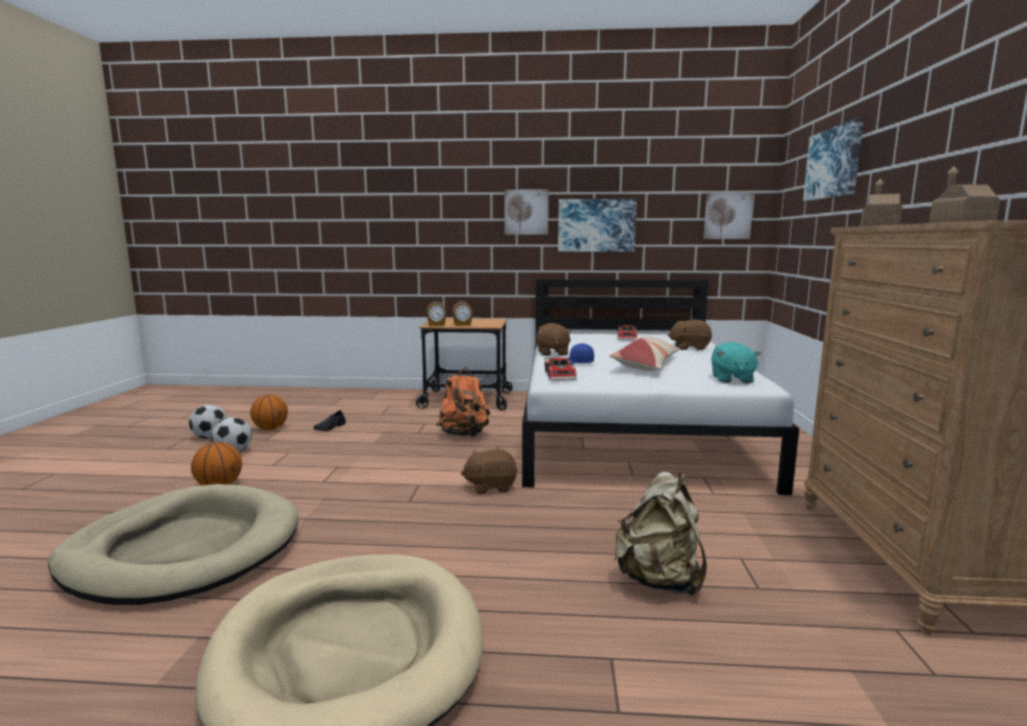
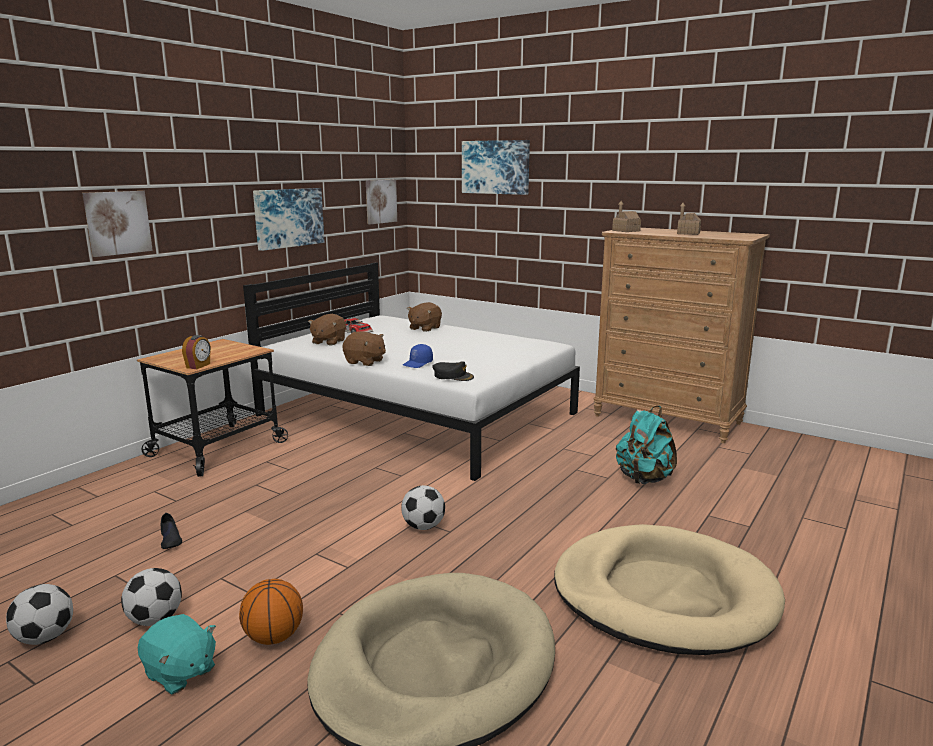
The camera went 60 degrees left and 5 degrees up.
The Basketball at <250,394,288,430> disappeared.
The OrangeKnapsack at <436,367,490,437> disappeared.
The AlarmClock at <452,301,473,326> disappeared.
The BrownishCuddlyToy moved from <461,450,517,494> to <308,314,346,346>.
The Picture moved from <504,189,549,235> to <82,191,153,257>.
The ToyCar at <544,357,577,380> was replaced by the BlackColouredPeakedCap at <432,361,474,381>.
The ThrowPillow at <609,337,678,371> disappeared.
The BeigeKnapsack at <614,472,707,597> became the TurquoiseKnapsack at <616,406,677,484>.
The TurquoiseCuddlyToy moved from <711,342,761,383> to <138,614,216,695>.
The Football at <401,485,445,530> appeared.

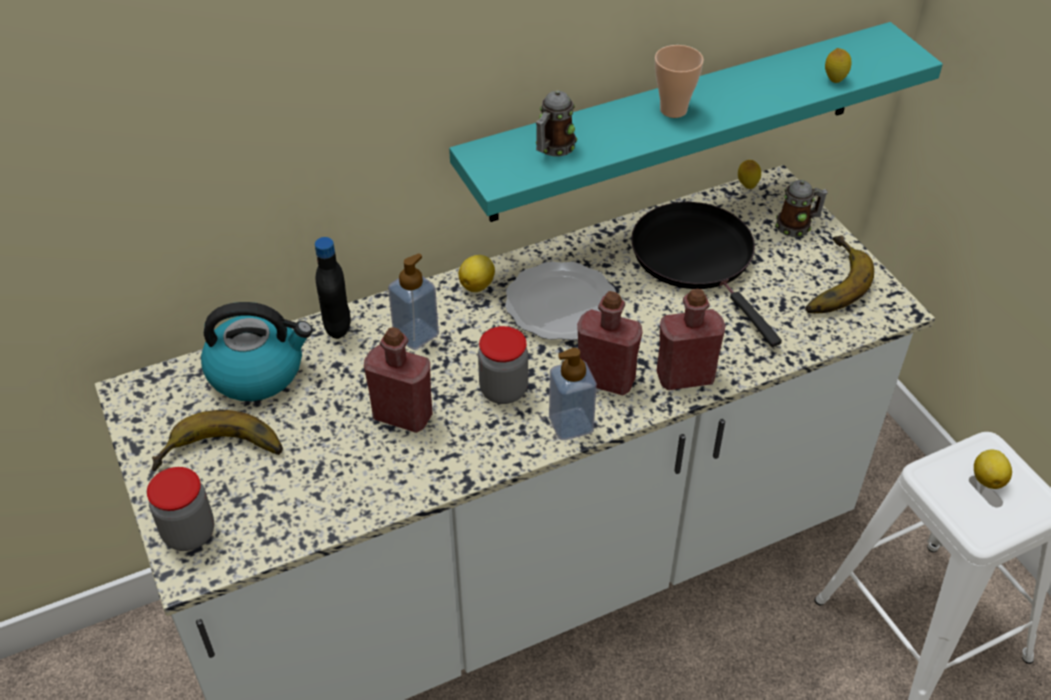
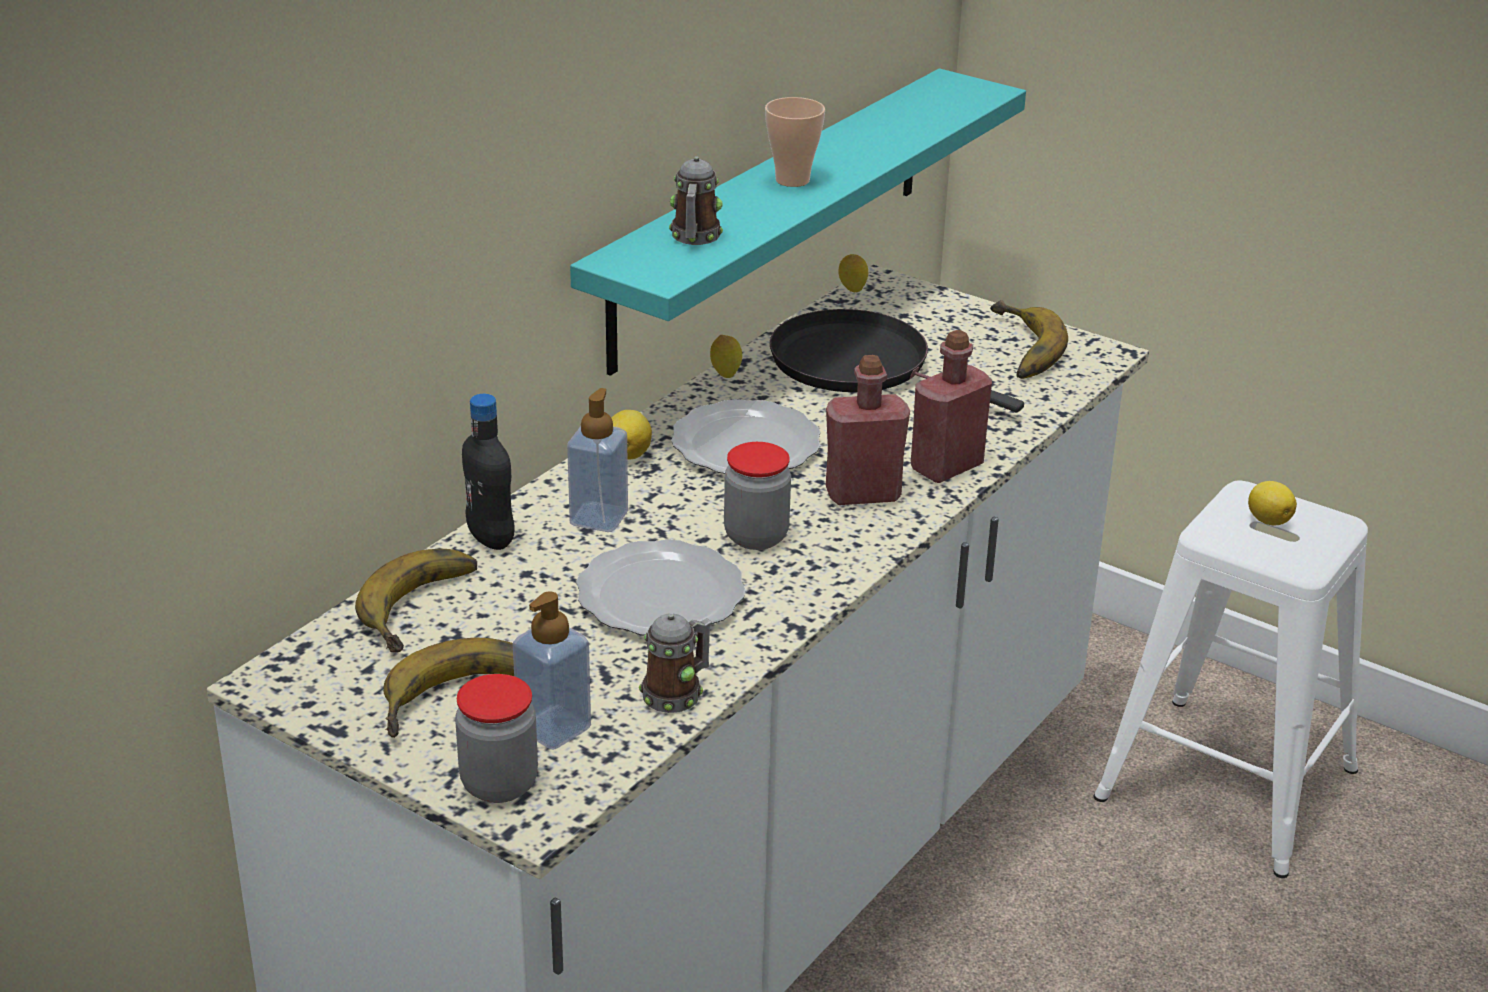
The camera went 30 degrees left and 15 degrees down.
The TeaKettle at <201,302,313,401> was replaced by the WholeBanana at <355,549,477,653>.
The RedBeverageBottle at <364,327,433,433> was replaced by the DinnerPlate at <576,539,746,635>.
The SoapBottle moved from <549,348,597,440> to <513,591,591,750>.
The TeaMug moved from <776,180,828,237> to <639,613,711,713>.
The CitrusFruit moved from <825,48,851,83> to <710,335,742,378>.

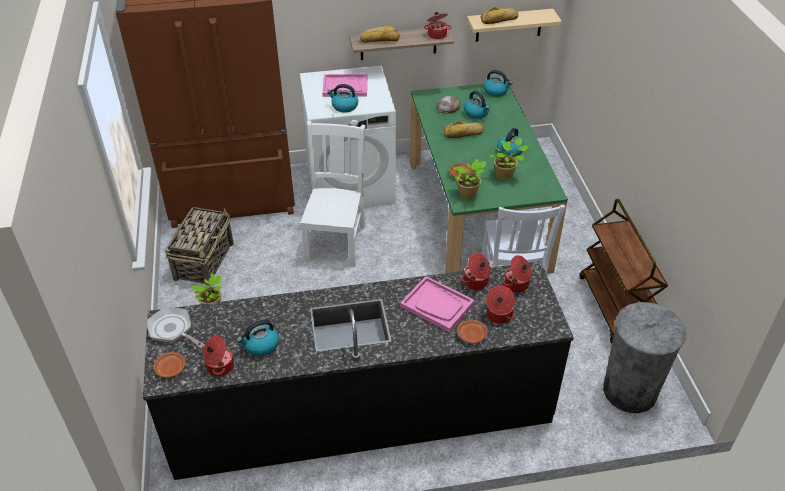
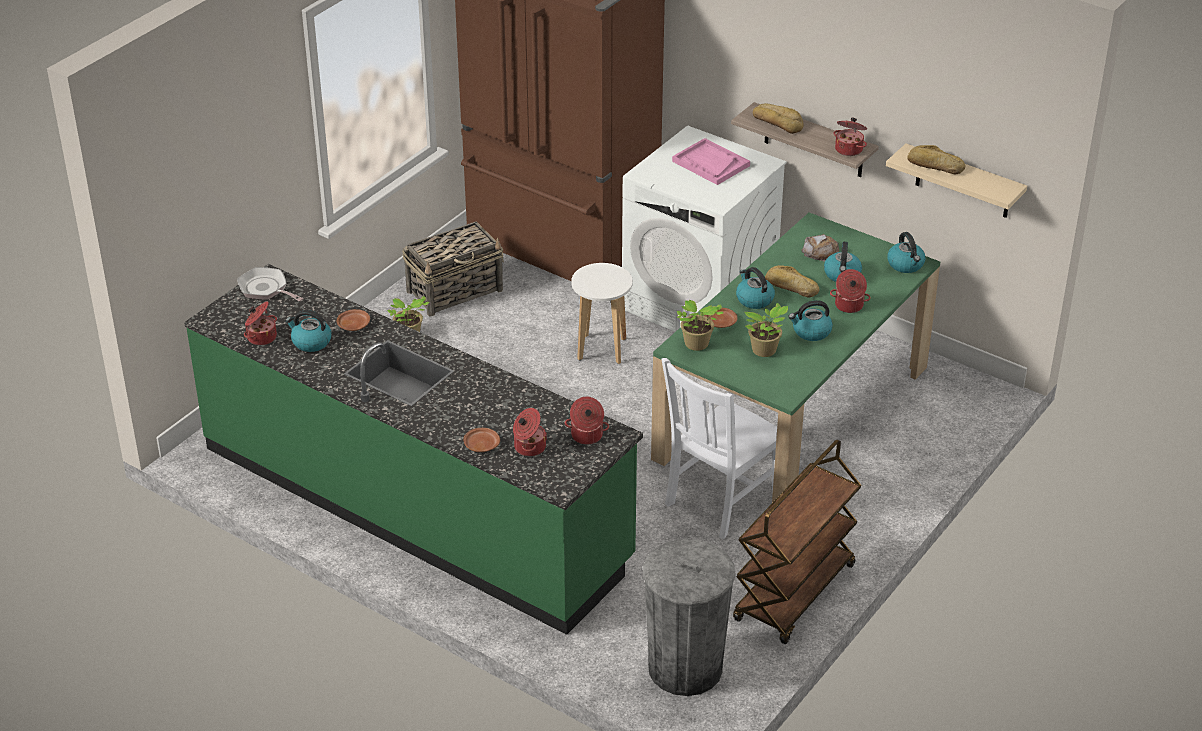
The camera went 45 degrees right and 5 degrees down.
The BlackColouredCounter at <143,261,574,480> became the GreenishCounter at <184,264,643,635>.
The Skillet at <147,307,205,348> turned 45 degrees counterclockwise.
The BrownishDinnerPlate moved from <153,352,185,377> to <337,309,370,331>.
The WhitishChair at <301,120,365,267> was replaced by the WhitishStoolSeat at <571,263,633,364>.
The TeaKettle moved from <327,84,358,113> to <736,267,775,309>.
The PinkColouredTray at <400,276,474,332> disappeared.
The CookingPot moved from <461,253,492,290> to <830,269,870,313>.

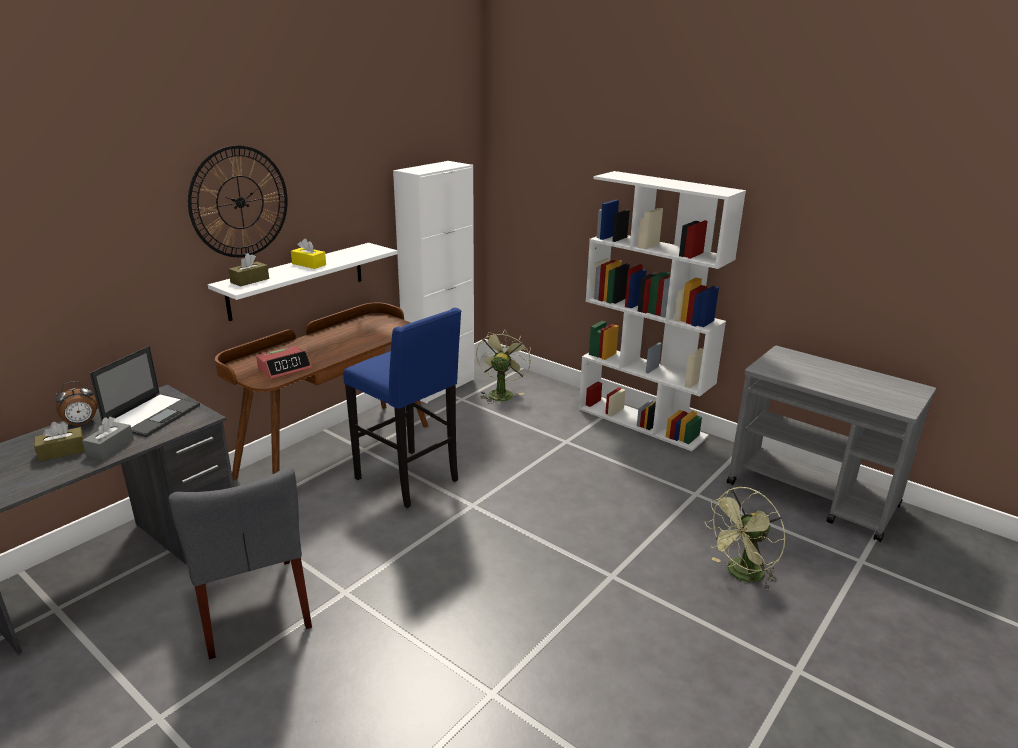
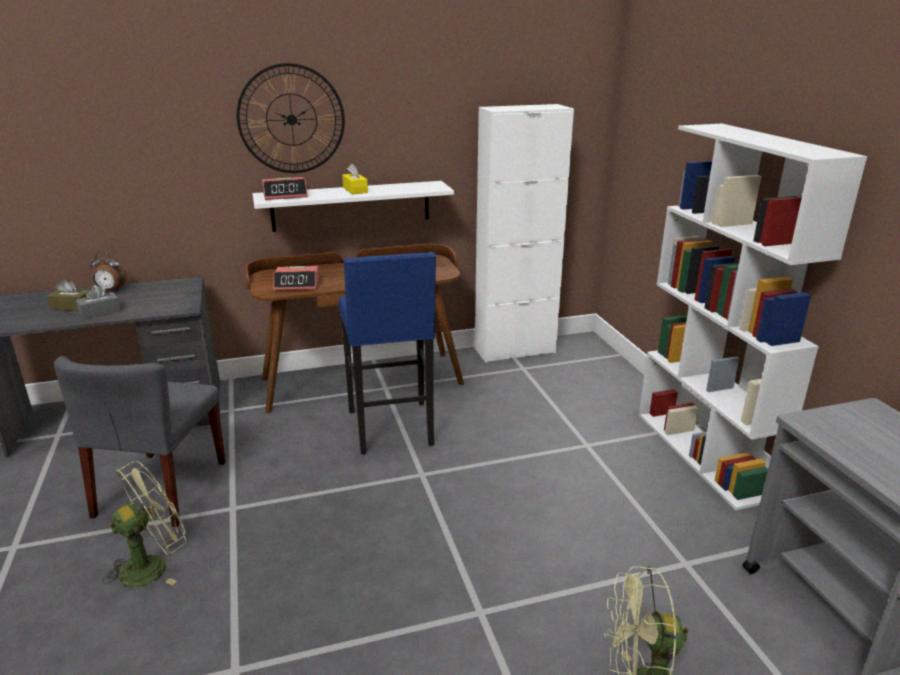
The camera went 35 degrees right and 0 degrees up.
The PortableComputer at <90,346,200,437> disappeared.
The BrownishTissueBox at <228,253,269,287> was replaced by the AlarmClock at <262,177,308,200>.
The GreenishCoolingFan moved from <476,332,531,404> to <102,461,186,588>.

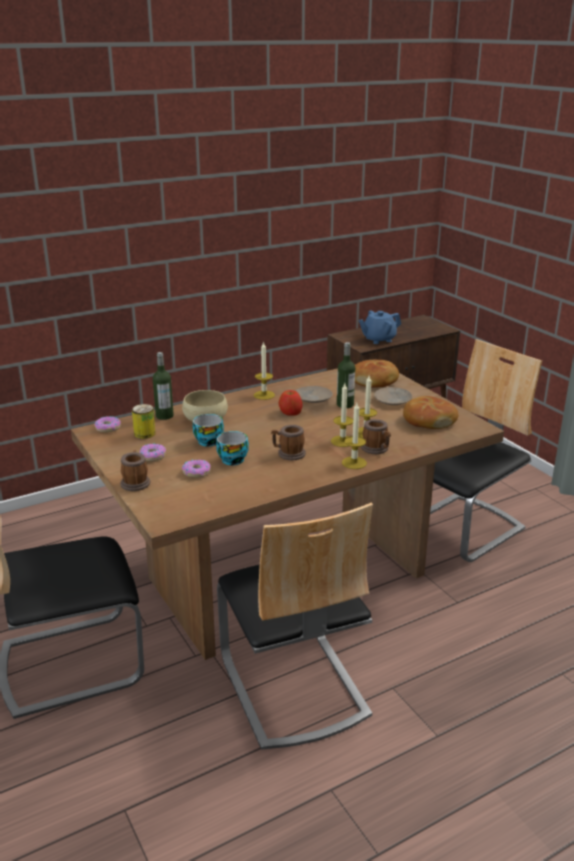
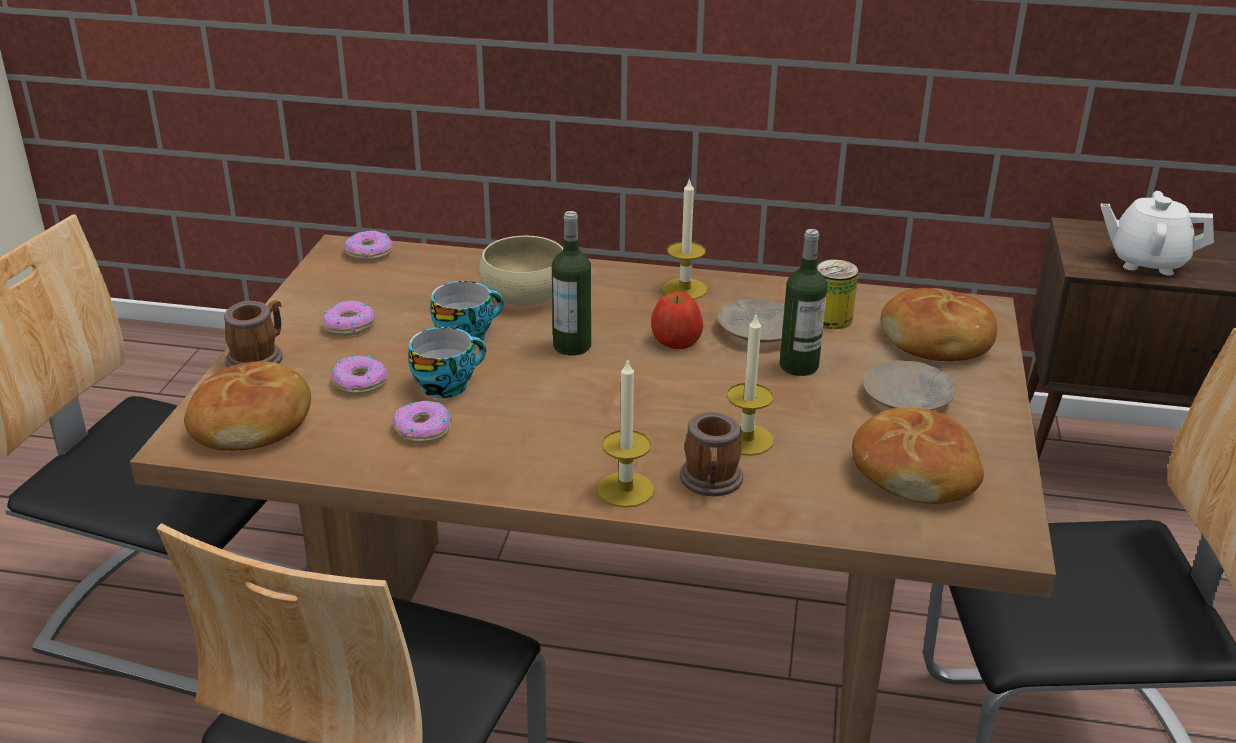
The camera went 40 degrees right and 5 degrees up.
The SealedCan moved from <132,404,156,439> to <817,259,858,329>.
The BeverageBottle moved from <153,352,174,420> to <552,211,591,355>.
The TeaMug at <271,425,306,460> disappeared.
The WaxLight at <331,383,353,447> disappeared.
The BluePotForTea at <359,310,401,344> became the WhitishPotForTea at <1101,191,1214,275>.
The BakeryBread at <184,361,311,451> appeared.
The Doughnut at <392,401,452,443> appeared.

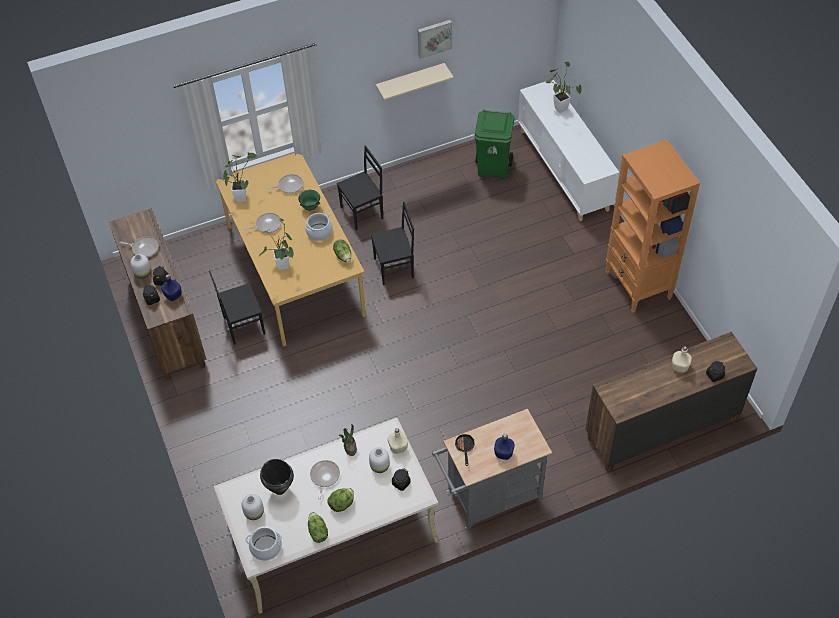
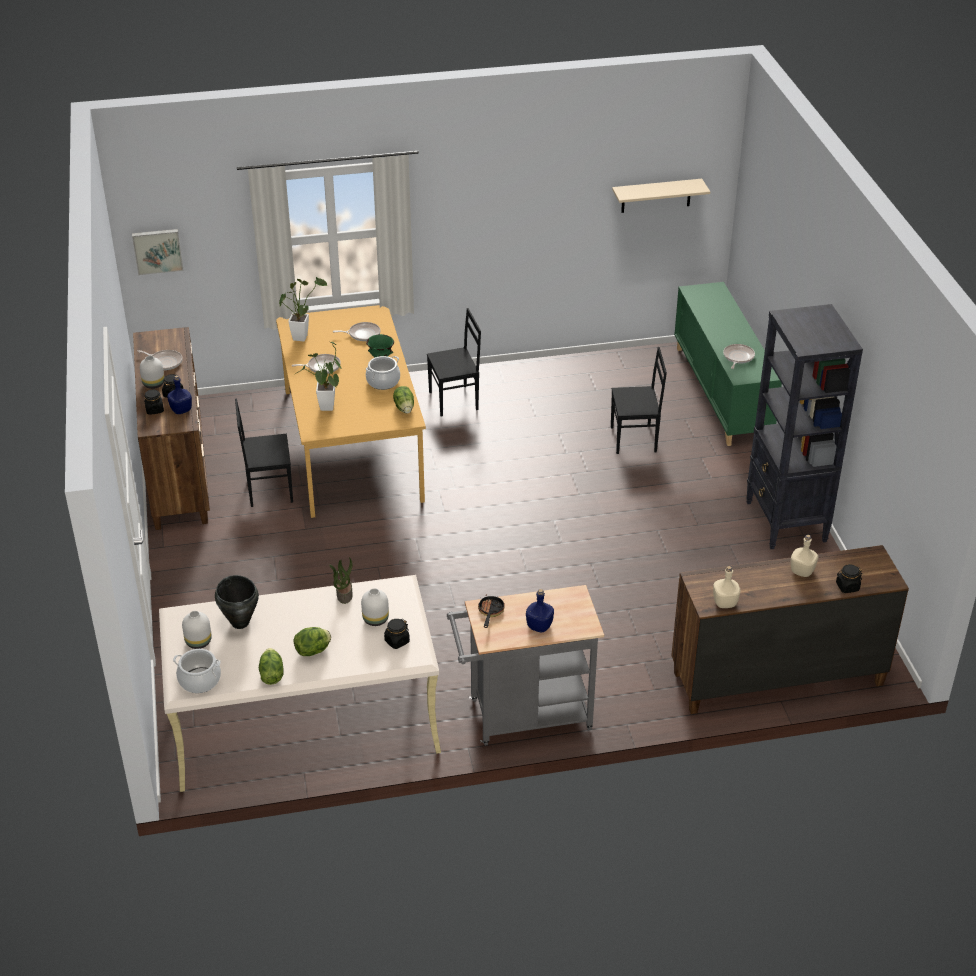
The camera went 10 degrees right and 15 degrees down.
The Skillet moved from <310,460,340,500> to <723,344,755,369>.
The BlackColouredChair moved from <371,202,414,285> to <611,347,667,454>.
The BeigeBracketShelf moved from <376,63,454,100> to <612,179,710,213>.
The BeigeBeverageBottle moved from <388,428,408,454> to <713,566,740,608>.
The Picture moved from <418,20,452,59> to <132,229,183,275>.
The GreenishTrashCan at <474,110,515,179> disappeared.
The WhitishCabinet at <518,79,619,221> became the GreenishCabinet at <674,282,782,446>.
The PottedPlant at <546,61,582,113> disappeared.
The OrangeBookshelf at <605,140,700,313> became the BlackColouredBookshelf at <746,304,863,549>.

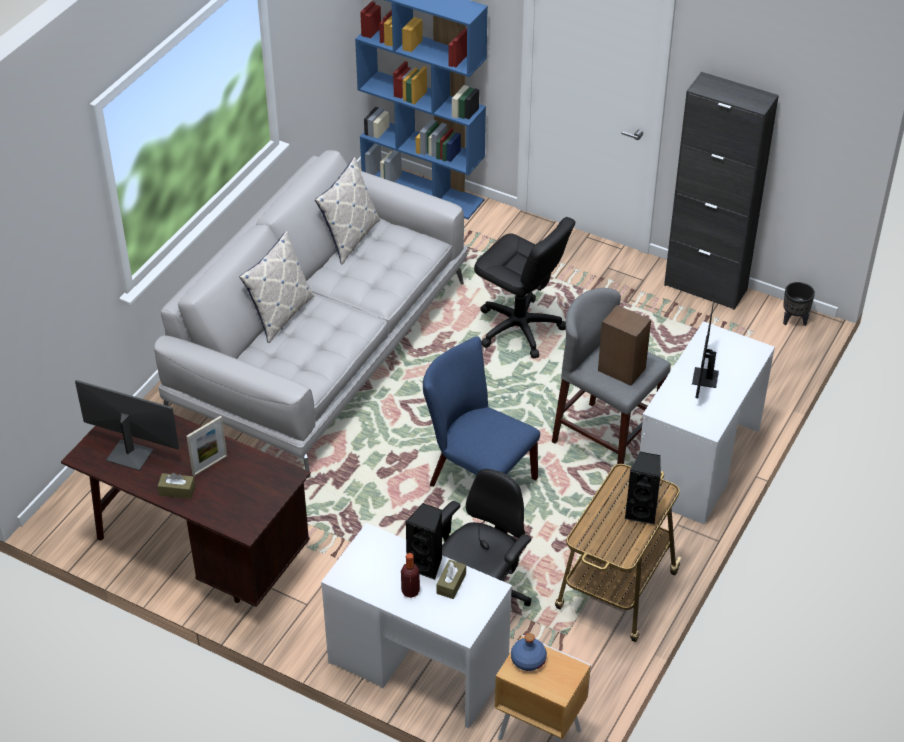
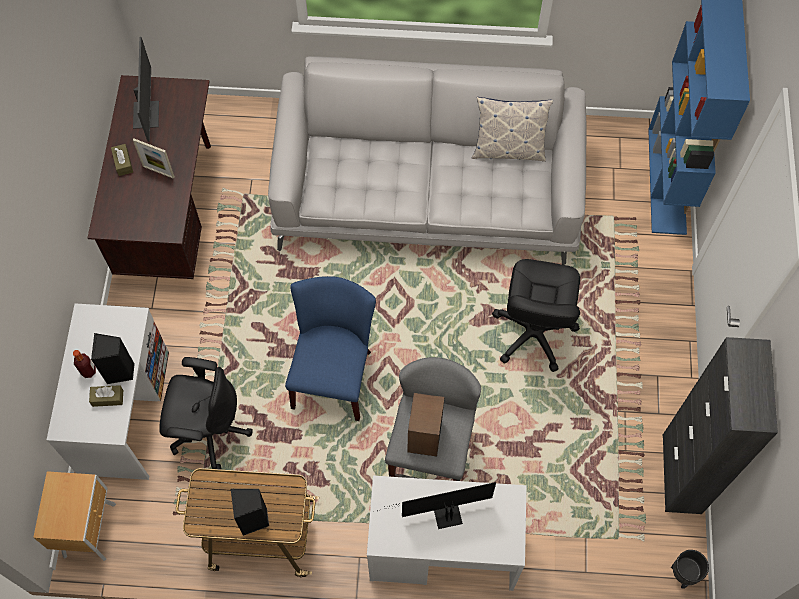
The camera went 65 degrees right and 20 degrees up.
The ThrowPillow at <239,231,314,343> disappeared.
The BlueBeverageBottle at <511,633,547,671> disappeared.

